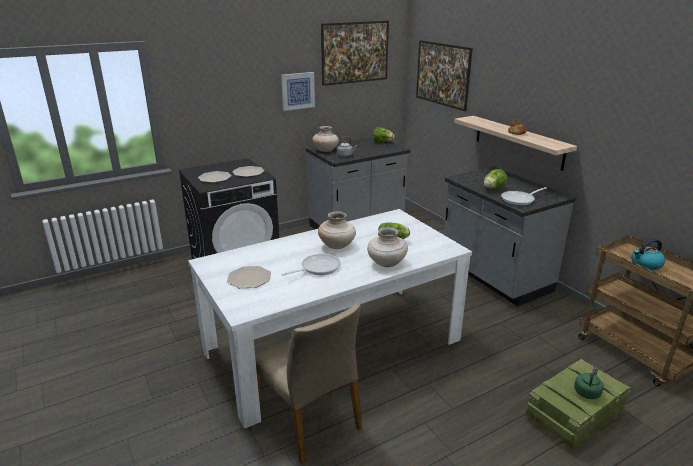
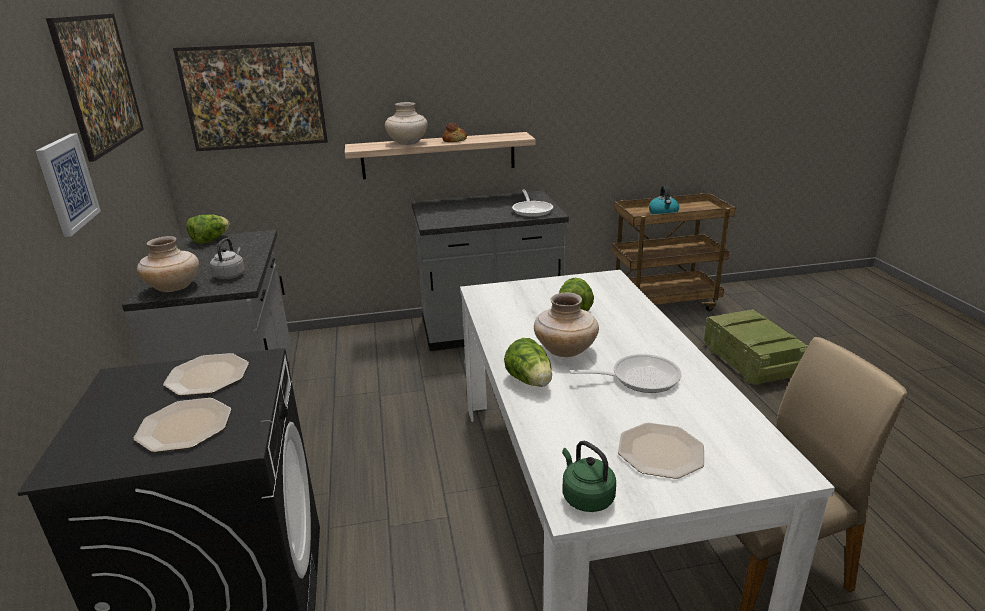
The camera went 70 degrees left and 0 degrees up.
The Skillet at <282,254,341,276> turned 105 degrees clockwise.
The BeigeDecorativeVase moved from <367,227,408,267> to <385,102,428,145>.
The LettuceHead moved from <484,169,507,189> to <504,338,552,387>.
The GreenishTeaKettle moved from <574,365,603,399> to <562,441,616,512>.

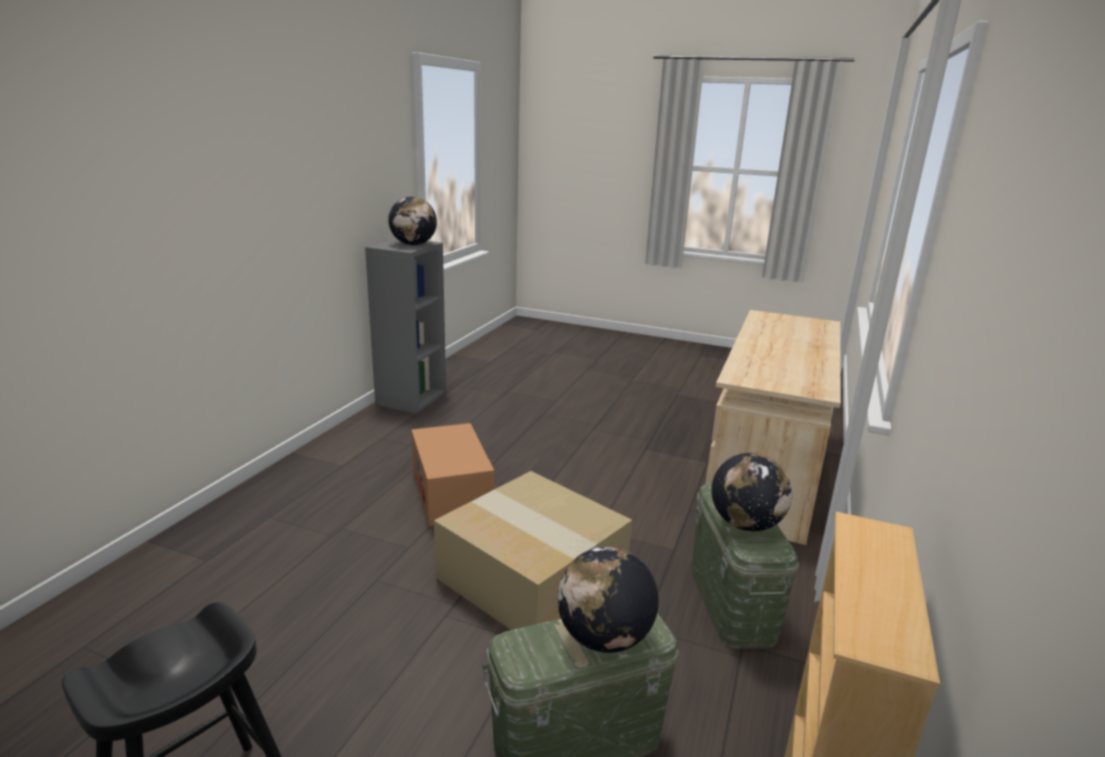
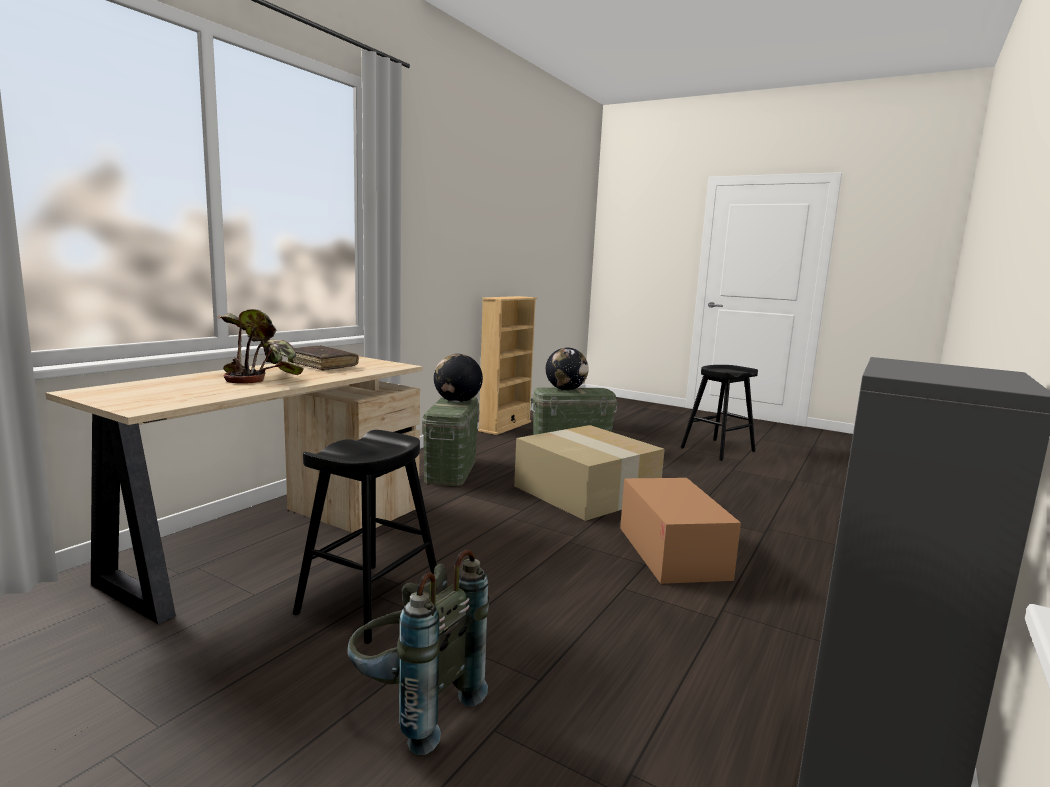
The camera went 170 degrees left and 10 degrees down.
The DeskGlobe at <388,197,437,245> disappeared.
The PottedPlant at <217,309,304,384> appeared.
The BrownishBook at <288,345,359,371> appeared.
The BlackColouredStoolSeat at <293,430,437,644> appeared.
The GreyishKnapsack at <347,549,489,755> appeared.

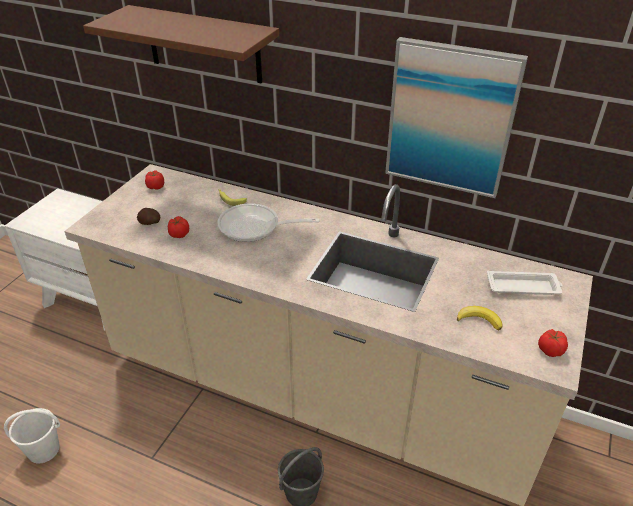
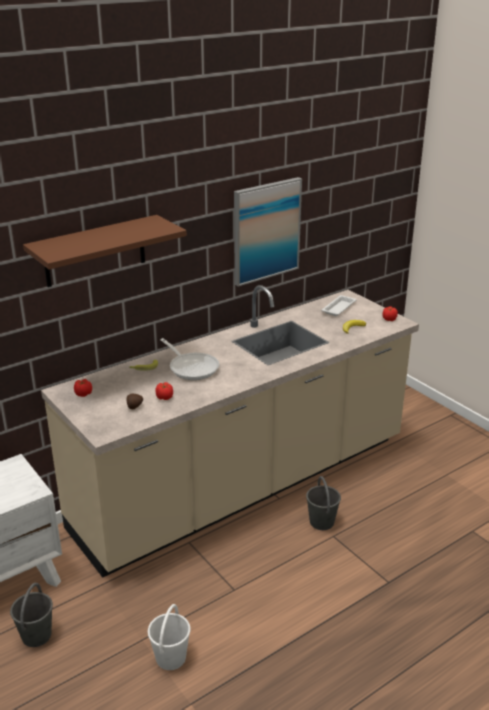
The camera went 60 degrees left and 10 degrees down.
The Skillet at <217,203,320,242> turned 75 degrees counterclockwise.
The GreyishWaterBucket at <10,583,53,647> appeared.

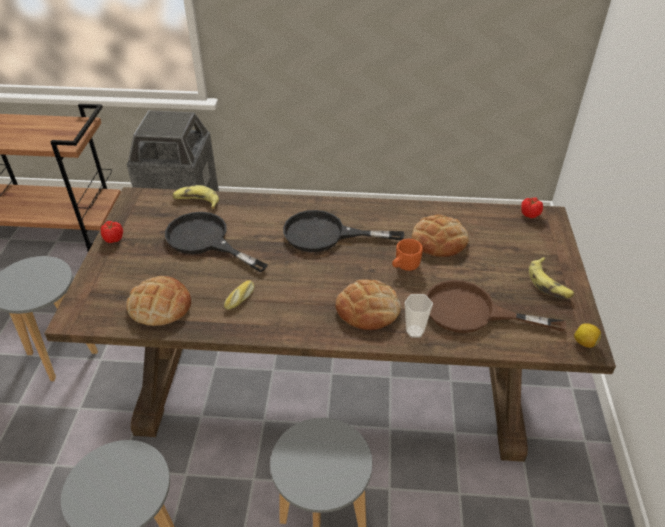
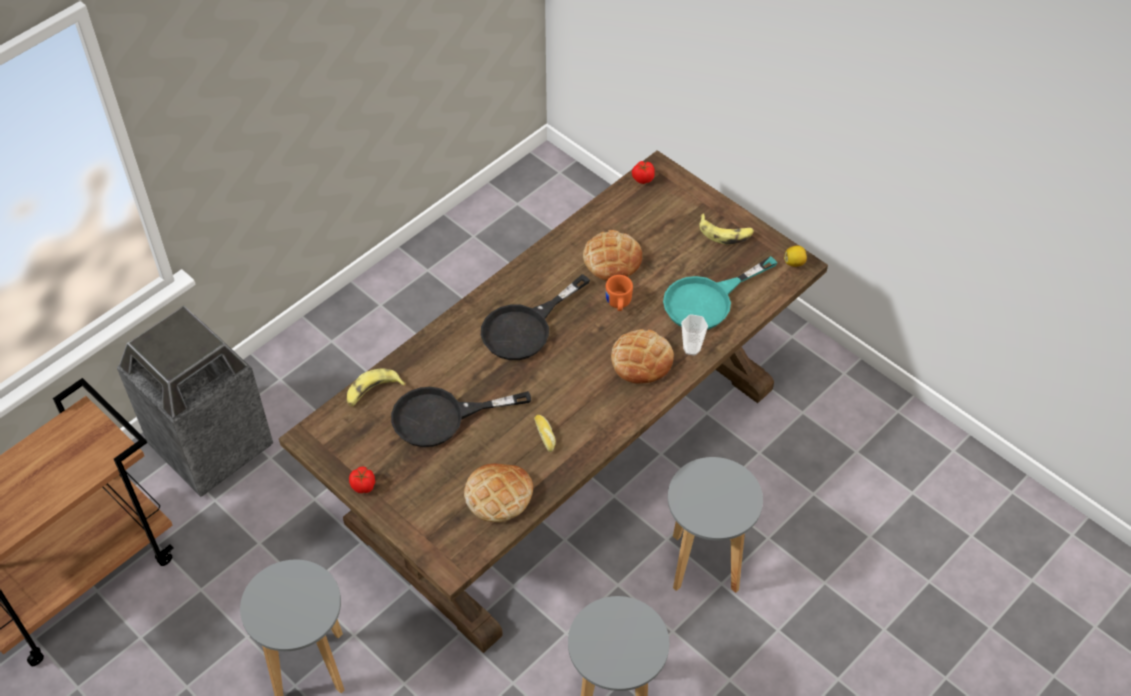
The camera went 50 degrees left and 10 degrees up.
The BrownishSkillet at <426,280,566,333> became the TurquoiseSkillet at <663,256,777,330>.

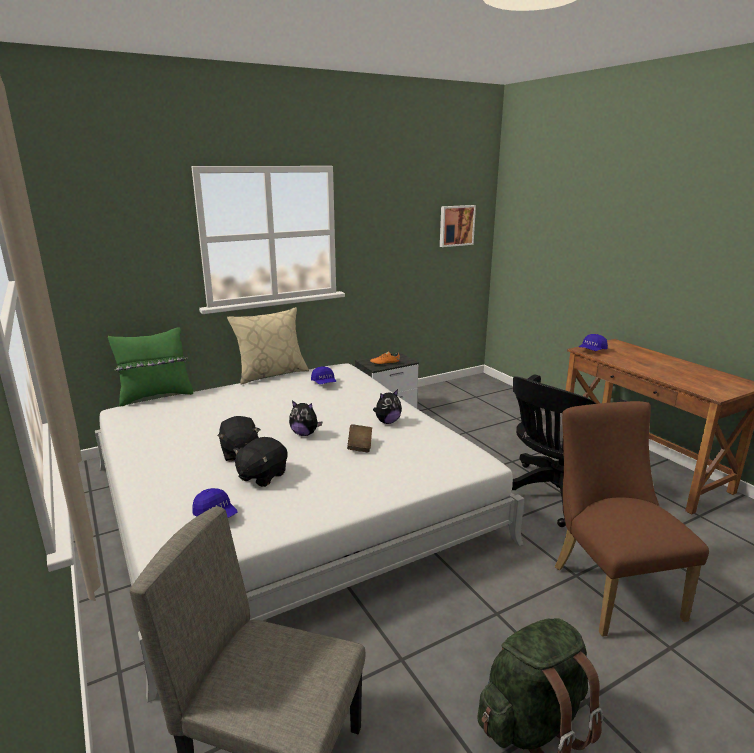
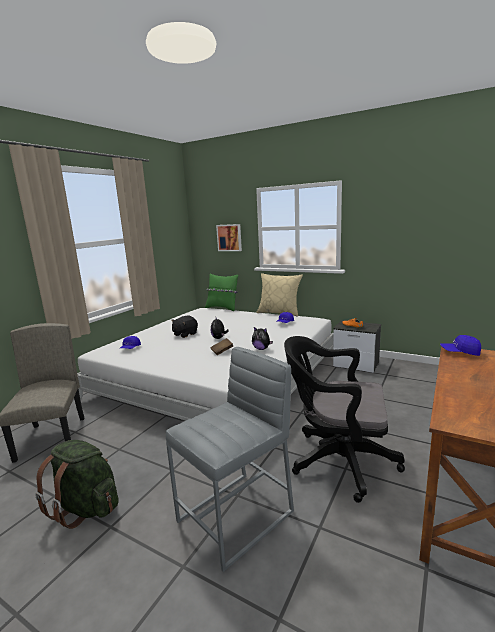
The camera went 60 degrees right and 5 degrees down.
The BlackColouredCuddlyToy at <233,437,288,487> disappeared.
The Picture moved from <440,205,476,247> to <216,224,242,251>.
The BrownishChair at <555,401,709,637> was replaced by the GreyishStoolSeat at <166,347,294,572>.

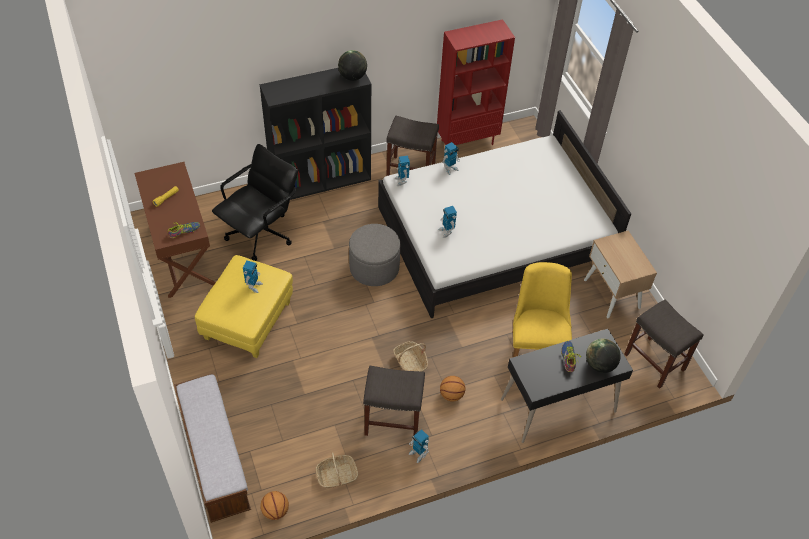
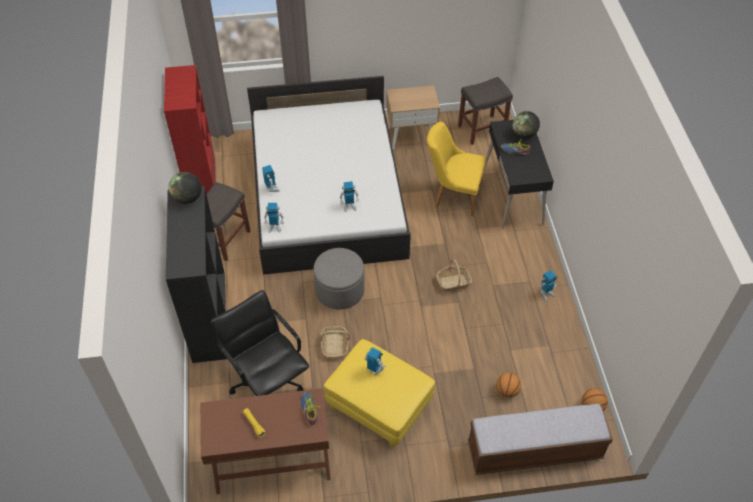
The camera went 75 degrees left and 0 degrees up.
The Basket moved from <315,452,358,488> to <320,326,350,358>.
The GreyishStoolSeat at <363,366,425,436> disappeared.
The Basketball moved from <440,376,465,402> to <496,373,521,398>.

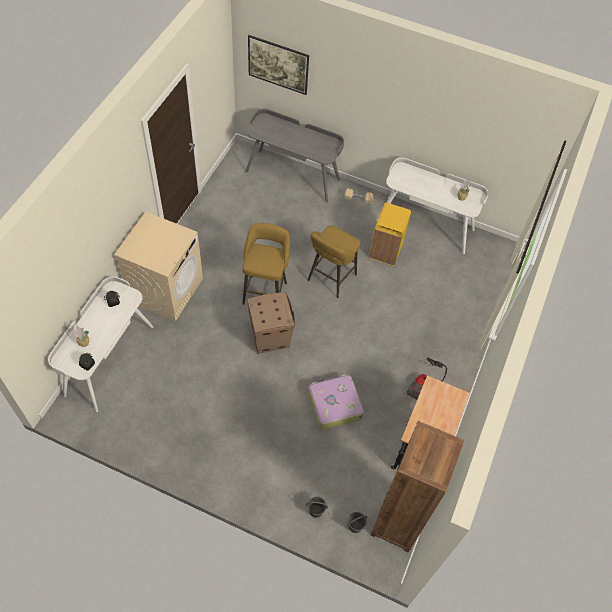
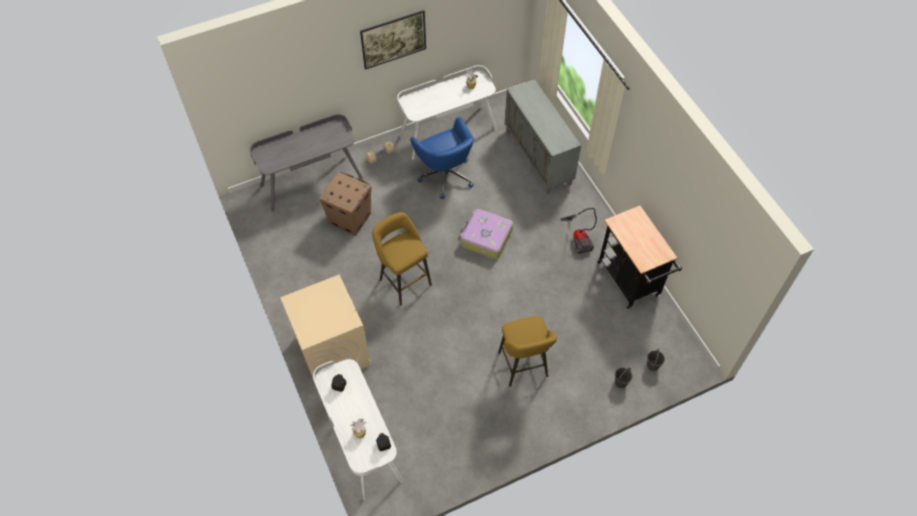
The camera went 45 degrees left and 0 degrees up.
The Carton moved from <247,292,295,354> to <319,172,371,236>.
The Picture moved from <248,35,309,95> to <360,10,426,70>.
The YellowishStoolSeat moved from <308,225,360,298> to <498,316,557,387>.
The PieceOfLuggage moved from <308,374,364,430> to <461,209,513,259>.
The YellowishTrashCan at <369,203,411,266> was replaced by the BlueDeskChair at <410,117,474,199>.
The BrownishBookshelf at <371,421,464,552> disappeared.
The GreyishCabinet at <505,79,581,194> appeared.

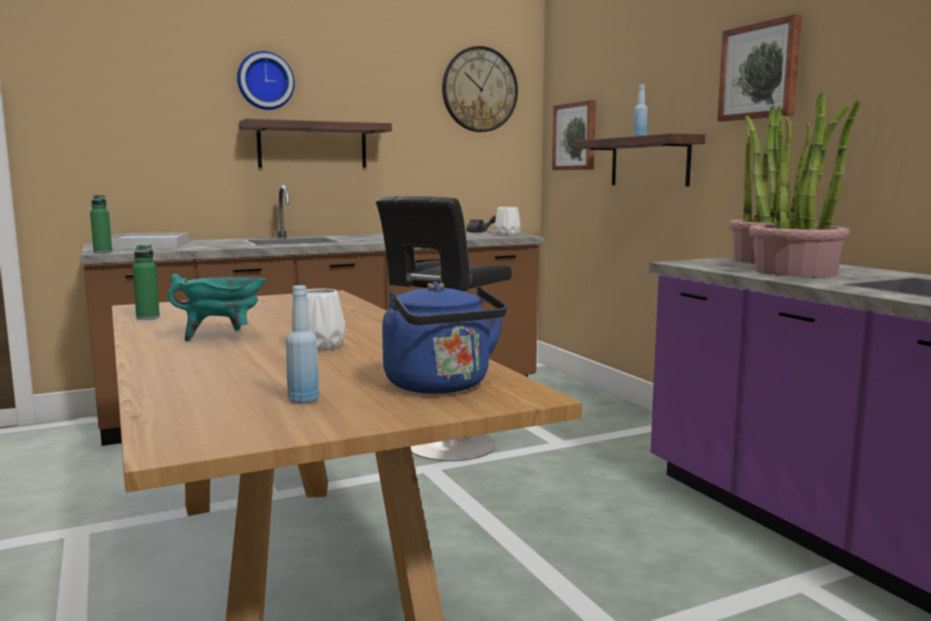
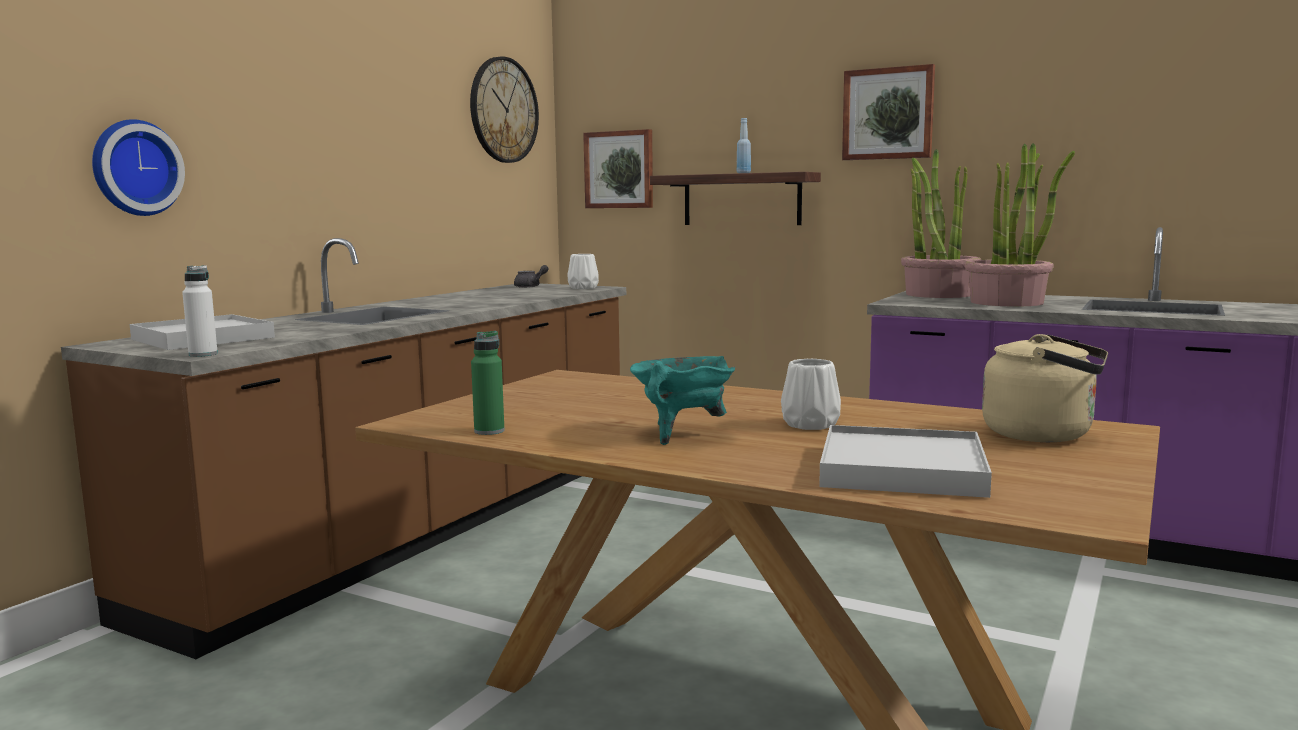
The camera went 35 degrees left and 0 degrees up.
The GreenishBeverageBottle at <90,195,112,253> became the WhitishBeverageBottle at <182,265,218,357>.
The HangingClock moved from <237,51,295,110> to <92,119,185,216>.
The BracketShelf at <239,119,392,168> disappeared.
The BlueBeverageBottle at <286,285,319,404> disappeared.
The BlackColouredStoolSeat at <376,196,512,461> disappeared.
The BlueTeaKettle at <382,282,507,394> became the BeigeTeaKettle at <982,334,1108,442>.
The WhitishTray at <819,425,992,498> appeared.

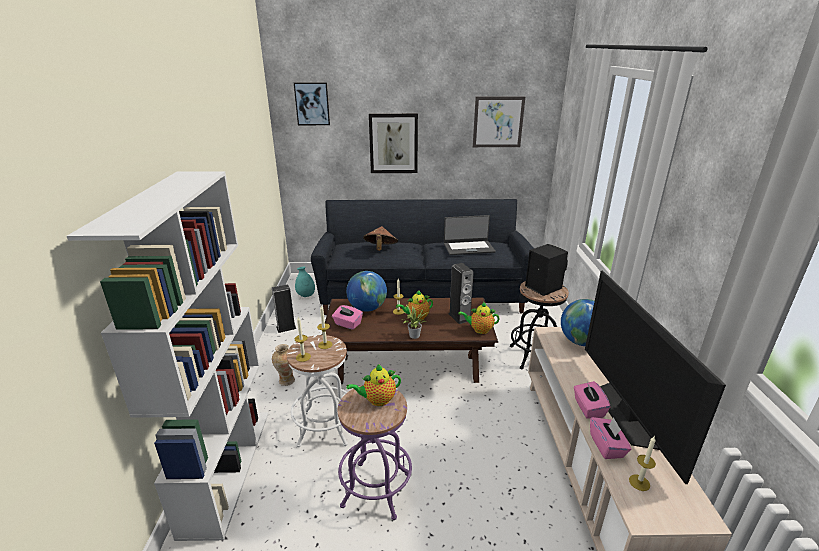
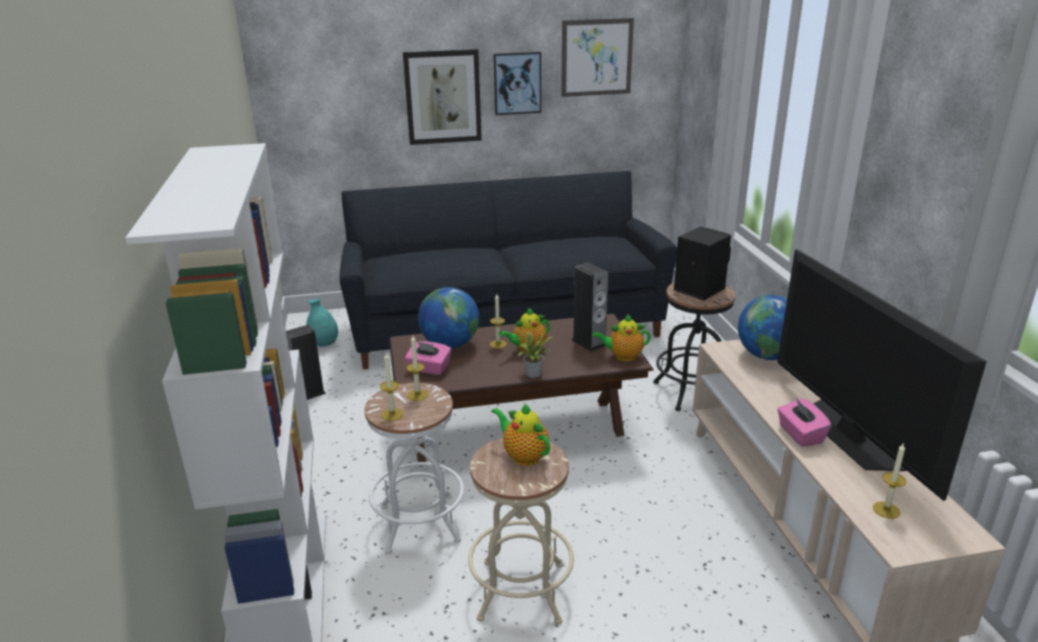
The camera went 10 degrees left and 0 degrees up.
The DecorativeVase at <272,344,295,386> disappeared.
The Picture moved from <294,82,330,125> to <493,52,541,115>.
The PurpleStoolSeat at <338,385,412,520> became the BeigeStoolSeat at <468,438,574,625>.
The PotForTea at <346,364,401,406> turned 75 degrees clockwise.
The BrownishHat at <363,226,398,251> disappeared.
The PortableComputer at <444,215,496,255> disappeared.
The PinkColouredTissueBox at <590,417,631,459> disappeared.

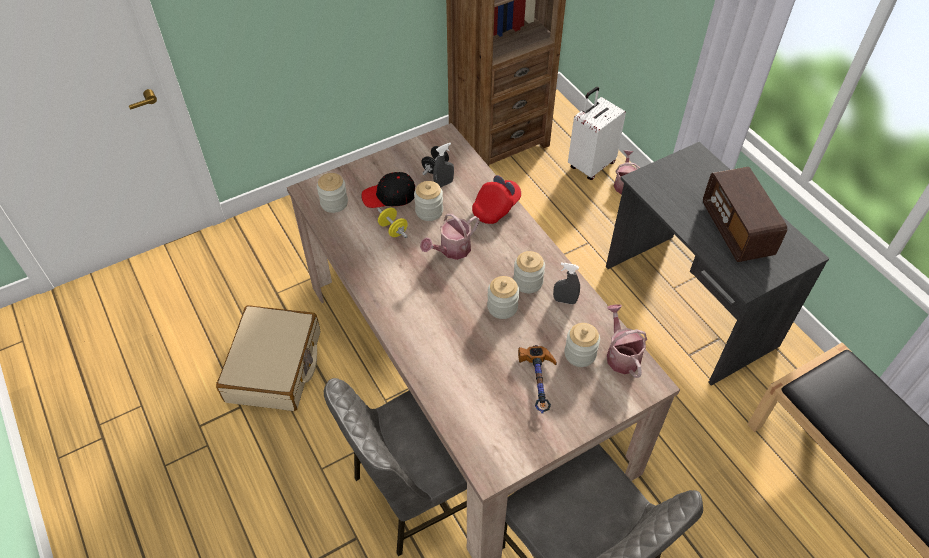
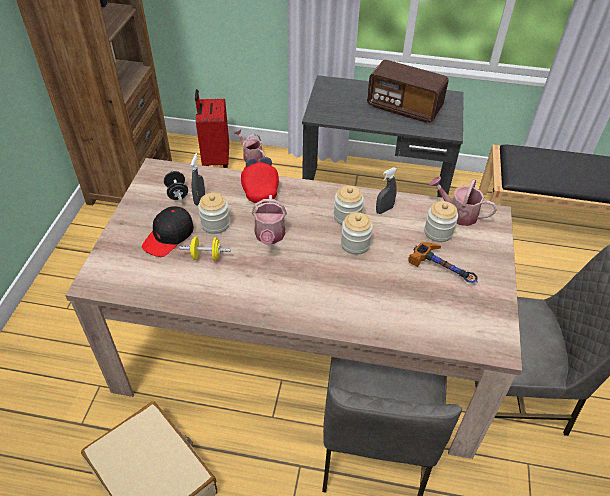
The camera went 50 degrees left and 5 degrees down.
The PreserveJar at <317,173,348,213> disappeared.
The WhitishPieceOfLuggage at <568,87,626,180> became the RedPieceOfLuggage at <195,89,229,168>.

